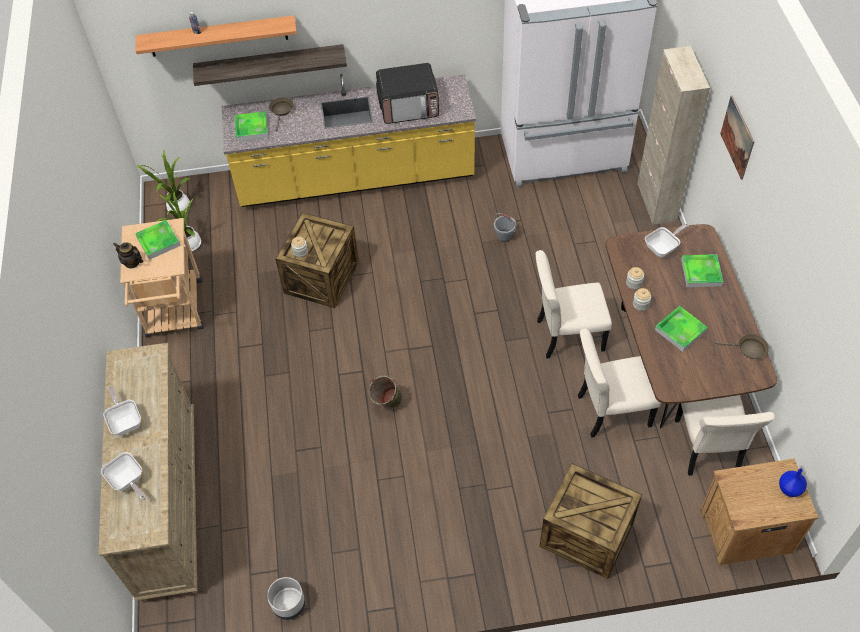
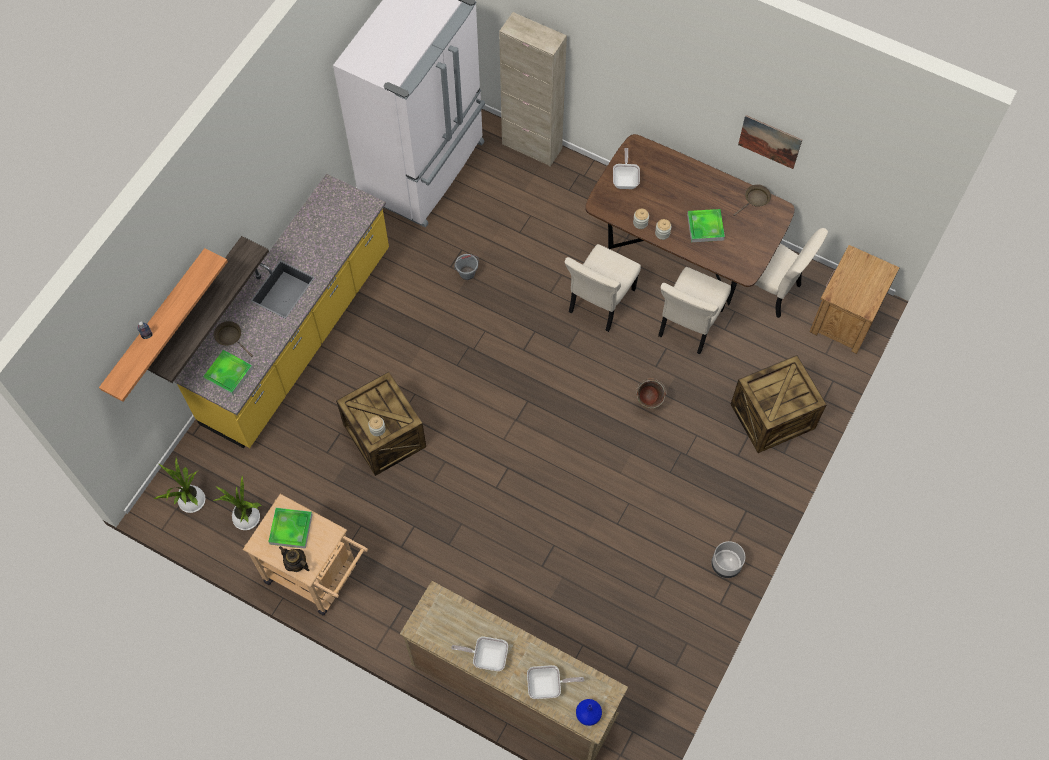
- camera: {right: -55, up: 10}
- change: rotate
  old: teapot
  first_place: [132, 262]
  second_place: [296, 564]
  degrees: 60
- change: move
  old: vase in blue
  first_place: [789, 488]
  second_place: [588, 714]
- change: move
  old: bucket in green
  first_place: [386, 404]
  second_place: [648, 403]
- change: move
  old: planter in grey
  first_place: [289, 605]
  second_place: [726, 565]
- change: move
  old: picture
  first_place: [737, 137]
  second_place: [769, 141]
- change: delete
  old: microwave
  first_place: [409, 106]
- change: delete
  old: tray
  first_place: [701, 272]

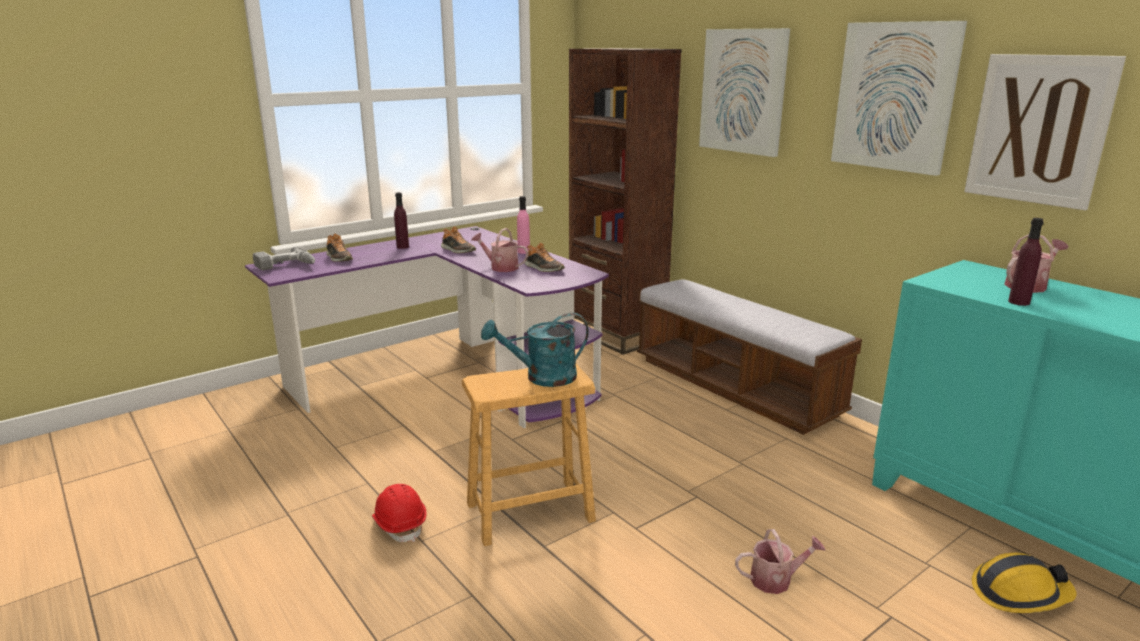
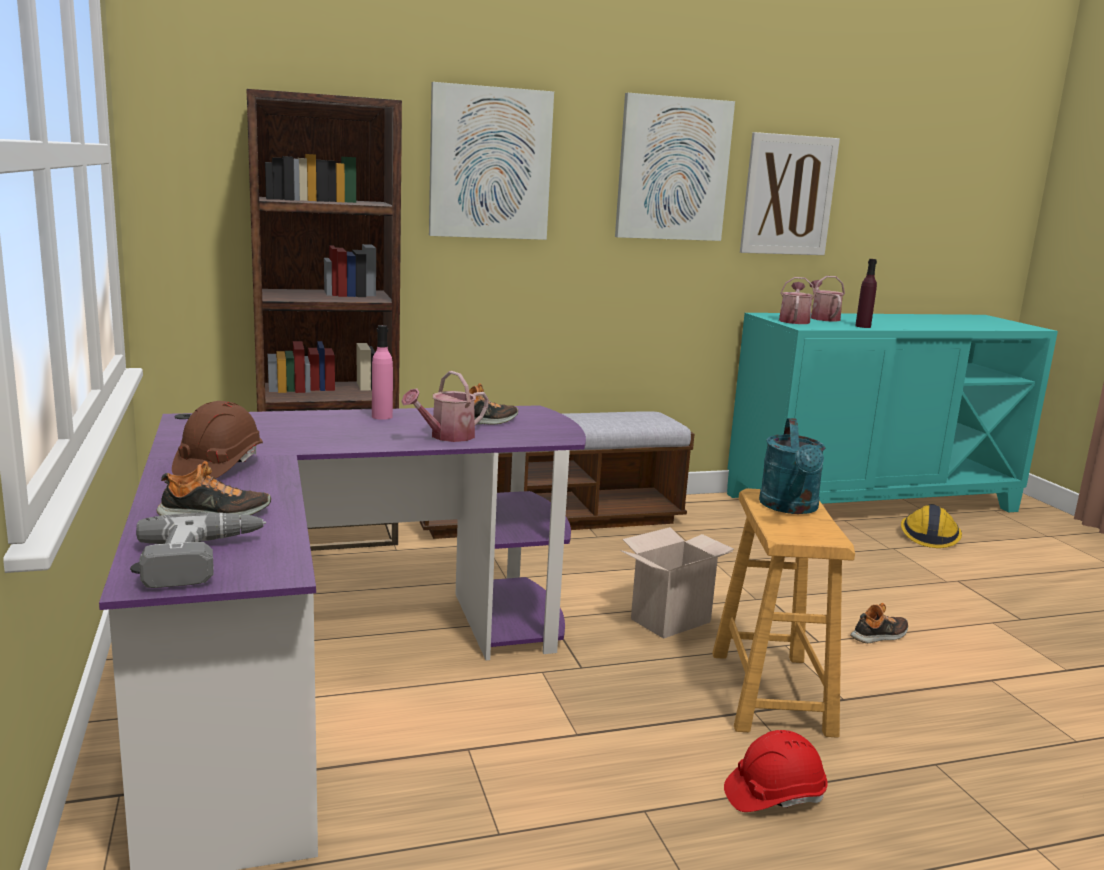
- camera: {right: -70, up: -5}
- change: replace
  old: bottle in purple
  new: hard hat in brown
  first_place: [402, 247]
  second_place: [218, 466]
- change: insert
  new: cardboard box
  second_place: [671, 619]
- change: move
  old: watering can
  first_place: [776, 579]
  second_place: [794, 321]
- change: move
  old: shoe
  first_place: [457, 250]
  second_place: [880, 635]

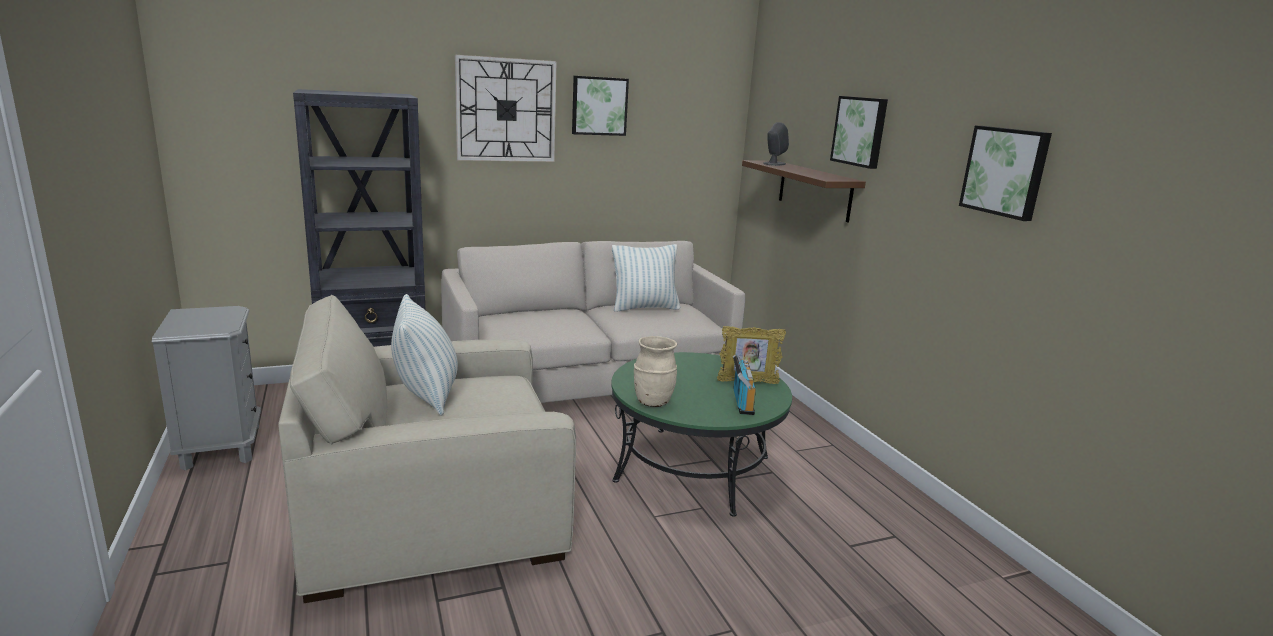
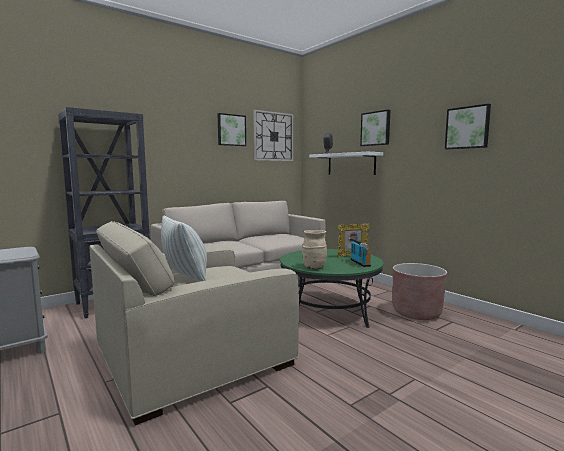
- camera: {right: -15, up: -10}
- change: move
  old: wall clock
  first_place: [506, 110]
  second_place: [273, 136]
- change: recolor
  old: shelf in brown
  new: shelf in white
  first_place: [814, 190]
  second_place: [351, 164]
- change: insert
  new: planter in brown
  second_place: [416, 313]
- change: delete
  old: pillow
  first_place: [644, 308]

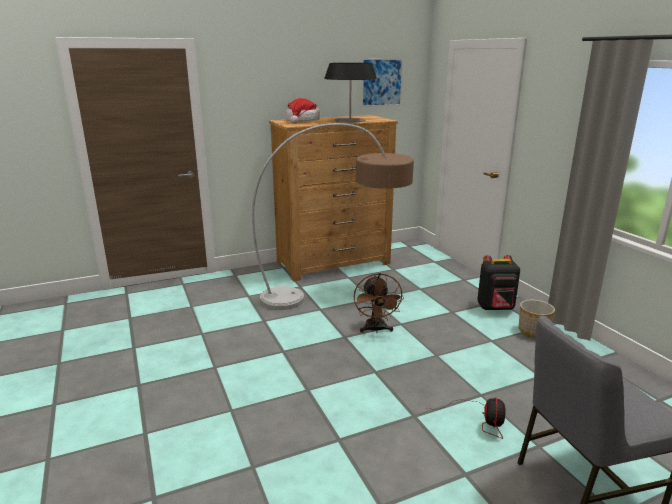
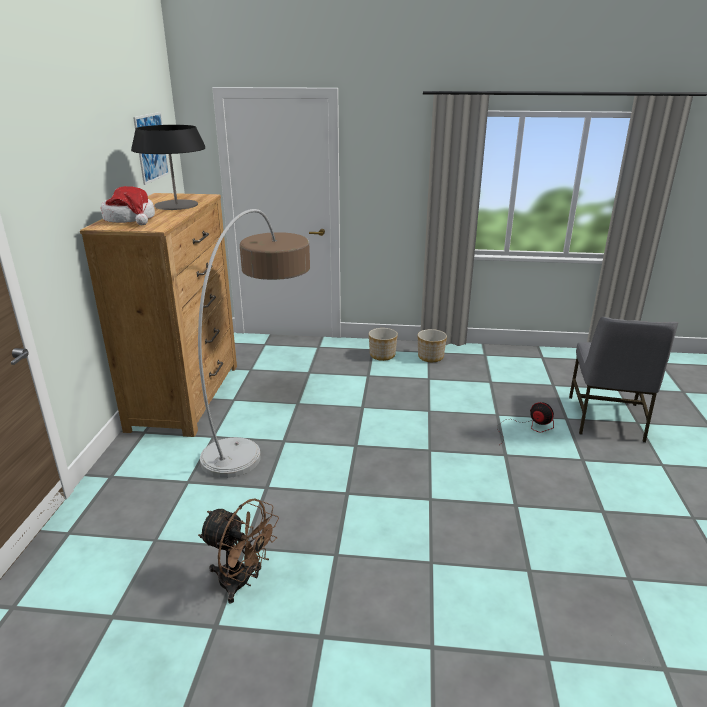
- camera: {right: -60, up: 5}
- change: move
  old: fan in brown
  first_place: [376, 330]
  second_place: [242, 582]
- change: replace
  old: backpack in black
  new: planter
  first_place: [496, 308]
  second_place: [382, 355]

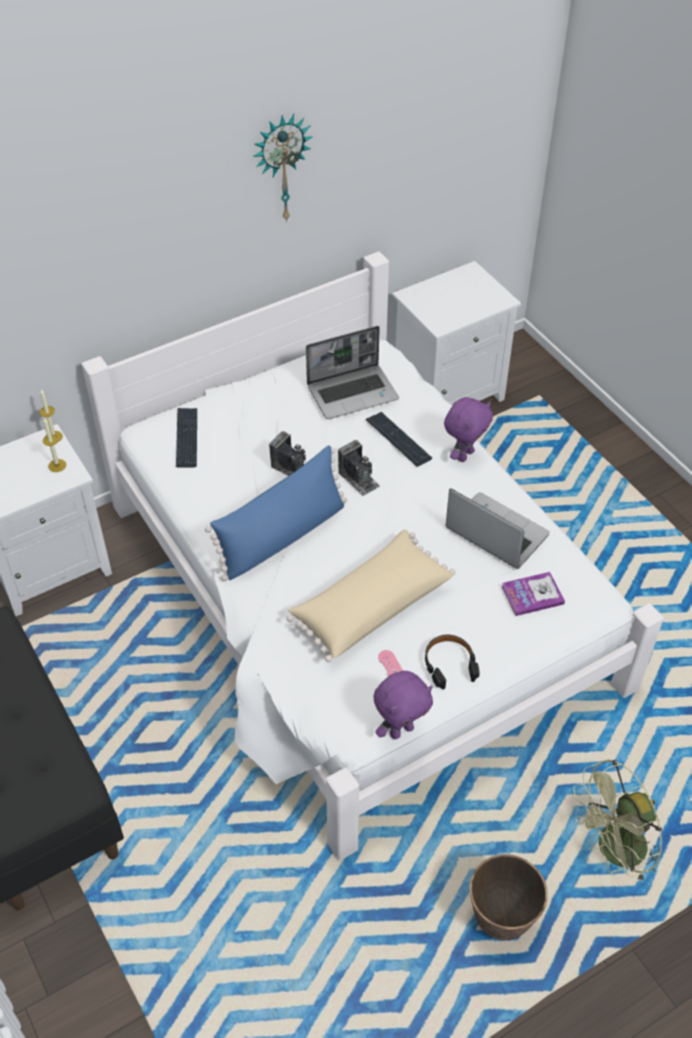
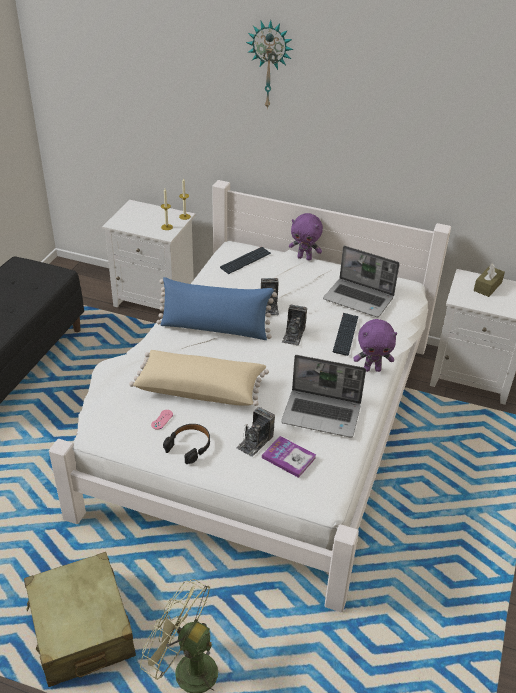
- camera: {right: 50, up: -10}
- change: replace
  old: planter
  new: suitcase in beige
  first_place: [501, 918]
  second_place: [81, 629]
- change: insert
  new: photo camera
  second_place: [255, 442]
- change: move
  old: wall clock
  first_place: [281, 167]
  second_place: [270, 64]
- change: rotate
  old: laptop
  first_place: [495, 532]
  second_place: [322, 414]
  degrees: 105
- change: move
  old: plush toy in purple
  first_place: [401, 730]
  second_place: [304, 258]
- change: insert
  new: tissue box in brown
  second_place: [487, 287]

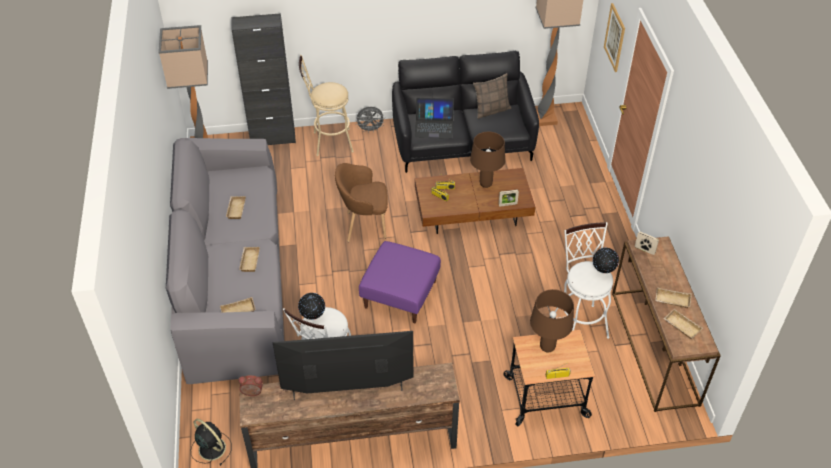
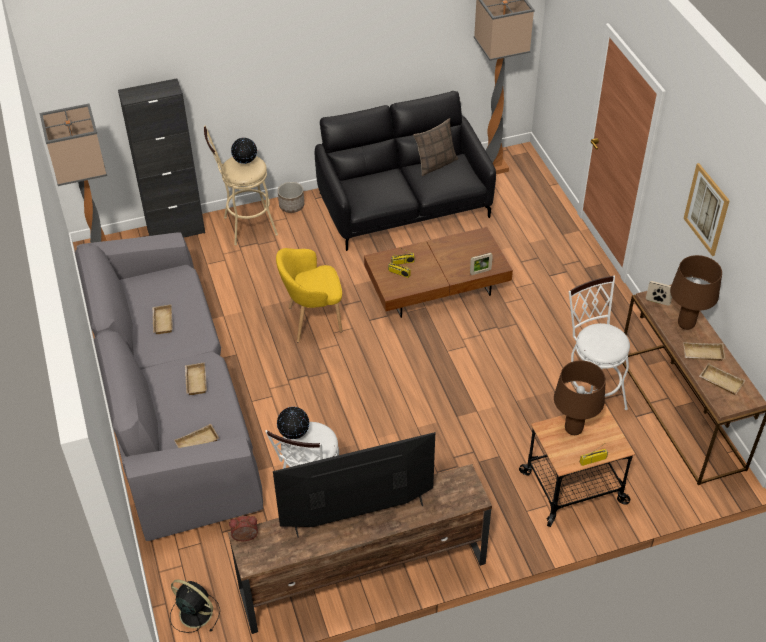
- camera: {right: -10, up: 0}
- change: move
  old: globe
  first_place: [603, 271]
  second_place: [245, 163]
- change: recolor
  old: armchair in brown
  new: armchair in yellow
  first_place: [364, 226]
  second_place: [312, 321]
- change: replace
  old: fan in grey
  new: planter
  first_place: [370, 130]
  second_place: [292, 205]
- change: move
  old: table lamp in brown
  first_place: [485, 184]
  second_place: [685, 324]
- change: move
  old: picture
  first_place: [614, 37]
  second_place: [706, 209]
- change: delete
  old: ottoman in purple
  first_place: [400, 295]
- change: delete
  old: laptop
  first_place: [434, 126]

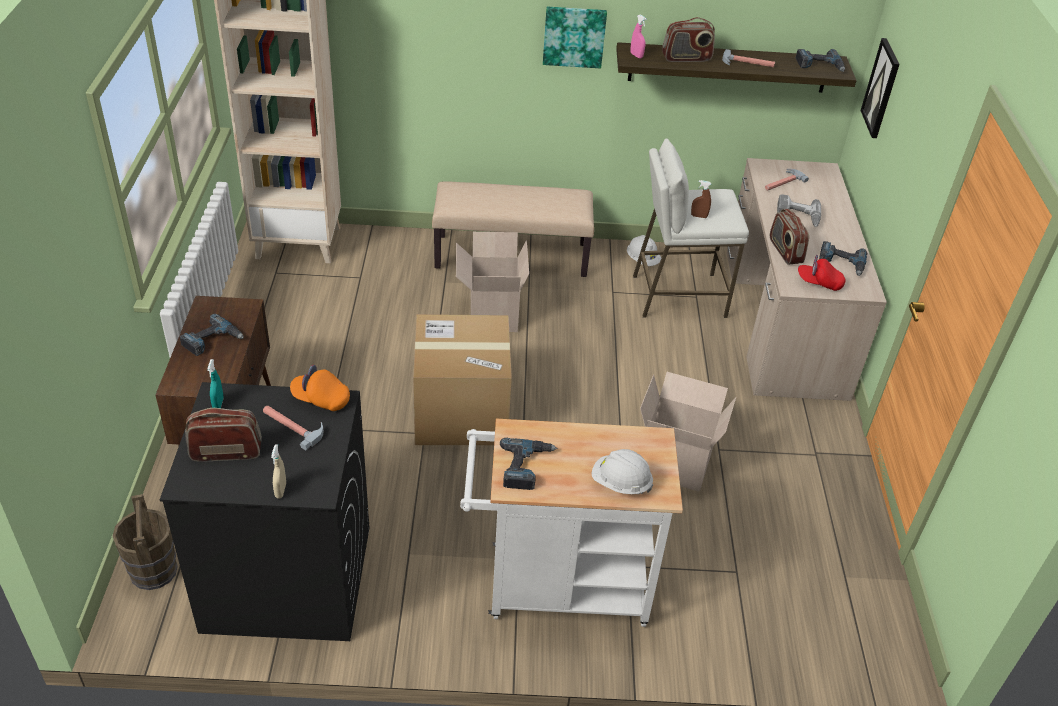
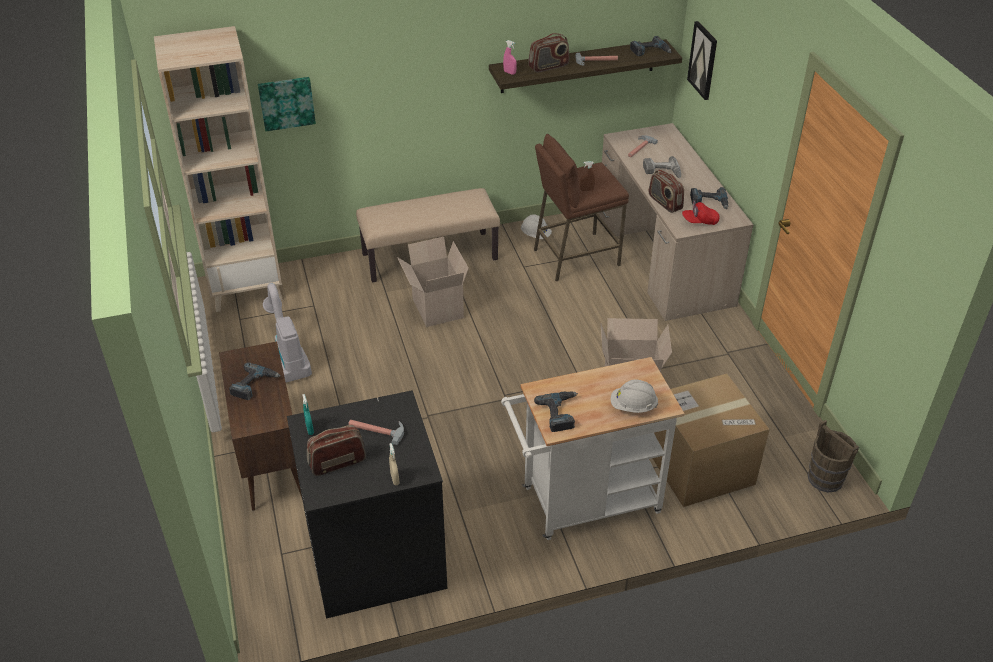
- camera: {right: -15, up: 0}
- change: move
  old: picture
  first_place: [574, 36]
  second_place: [286, 102]
- change: insert
  new: vacuum cleaner
  second_place: [287, 356]
- change: recolor
  old: stool in white
  new: stool in brown
  first_place: [678, 296]
  second_place: [575, 257]
- change: move
  old: cardboard box
  first_place: [461, 412]
  second_place: [700, 466]
- change: move
  old: bucket in brown
  first_place: [153, 571]
  second_place: [825, 479]
- change: delete
  old: cap in orange
  first_place: [321, 399]

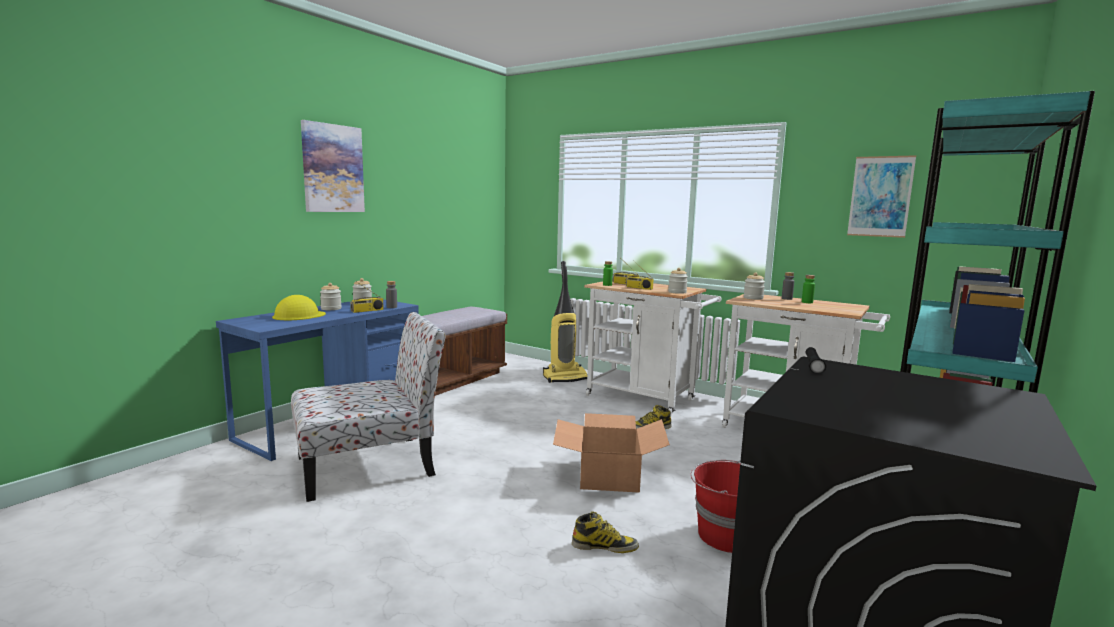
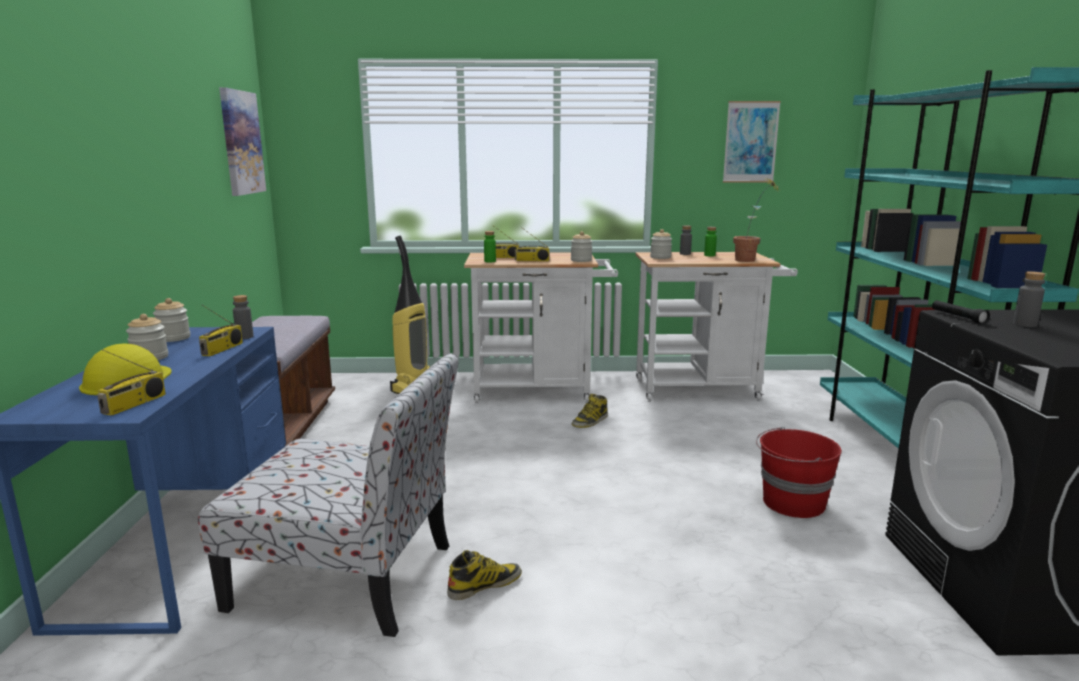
- camera: {right: -35, up: 5}
- change: insert
  new: radio
  second_place: [134, 404]
- change: rotate
  old: chair
  first_place: [369, 466]
  second_place: [348, 577]
  degrees: 75
- change: move
  old: picture
  first_place: [332, 168]
  second_place: [241, 142]
- change: move
  old: boot
  first_place: [605, 546]
  second_place: [484, 585]
- change: insert
  new: potted plant
  second_place: [751, 261]
- change: insert
  new: bottle in grey
  second_place: [1025, 324]
- change: delete
  old: cardboard box
  first_place: [608, 475]

